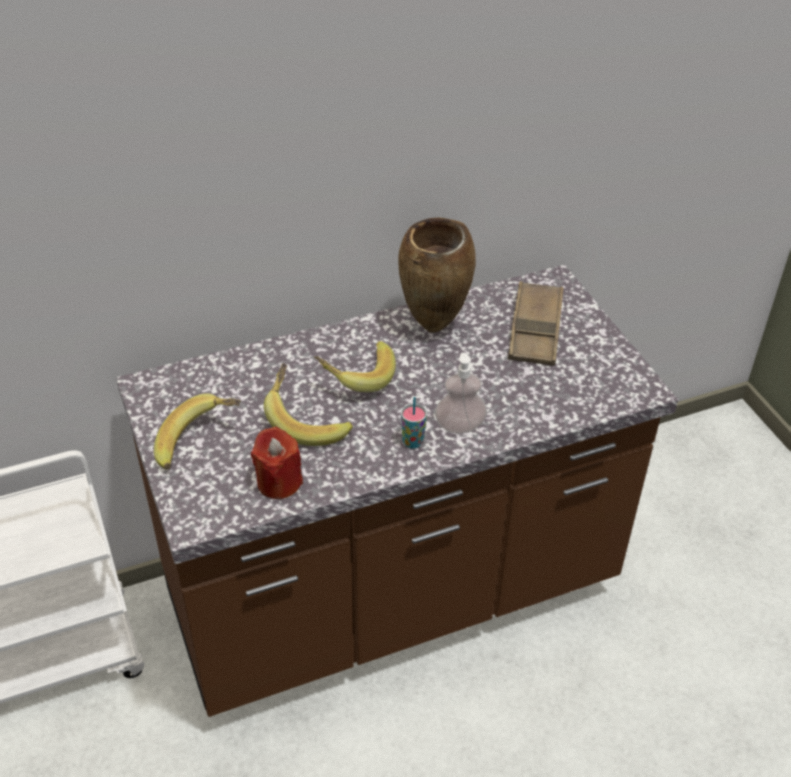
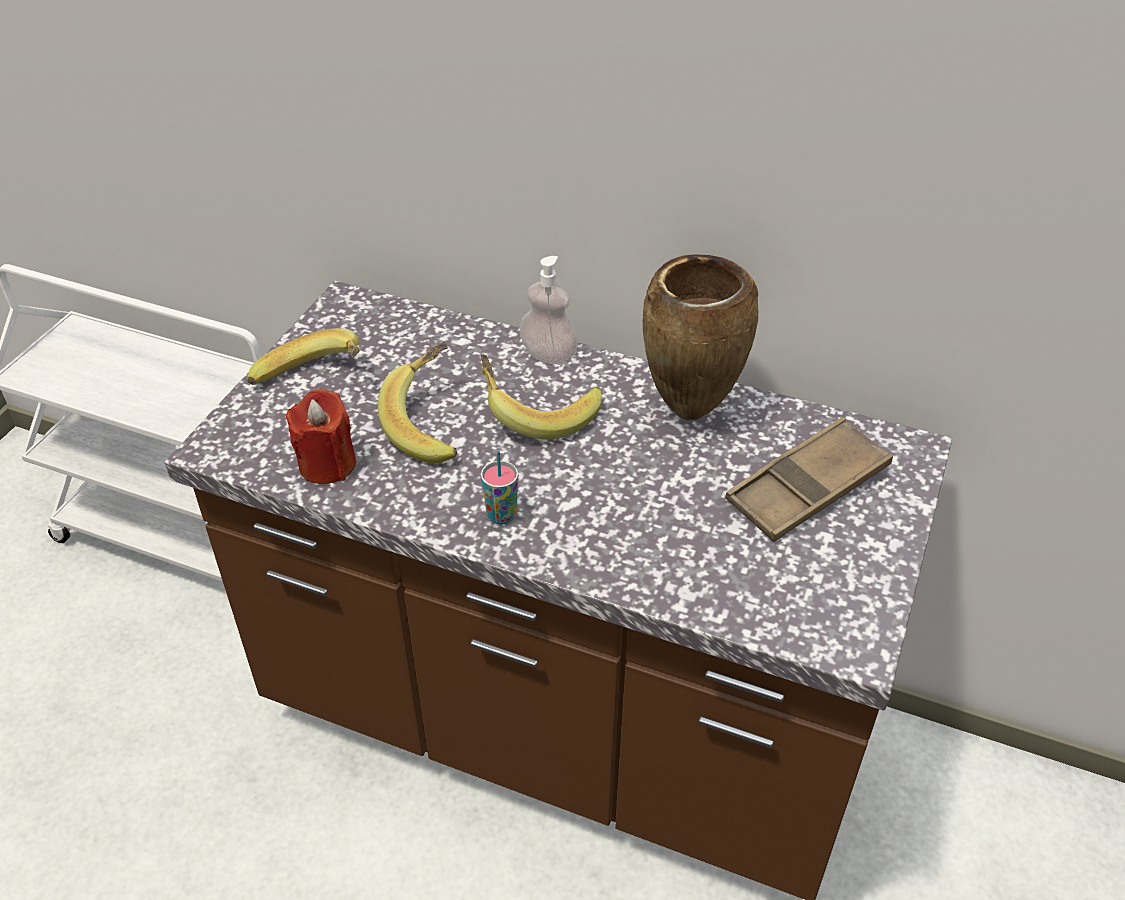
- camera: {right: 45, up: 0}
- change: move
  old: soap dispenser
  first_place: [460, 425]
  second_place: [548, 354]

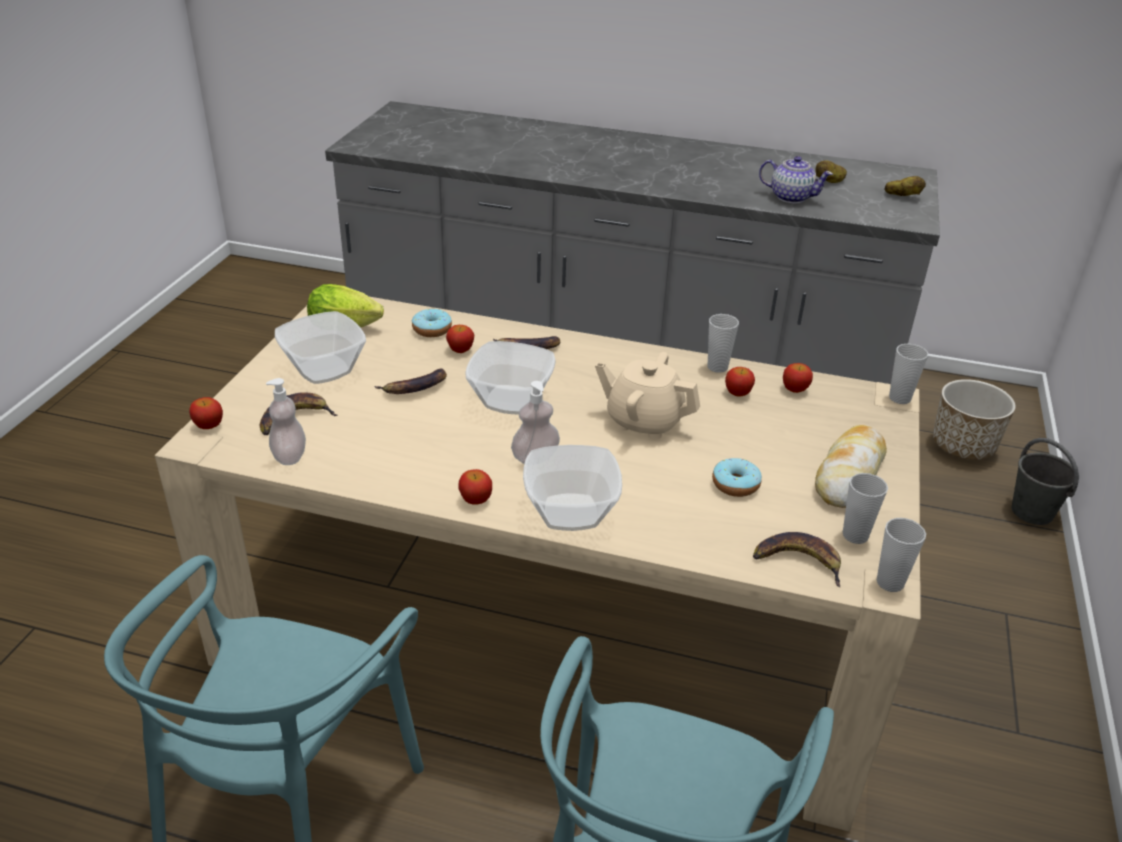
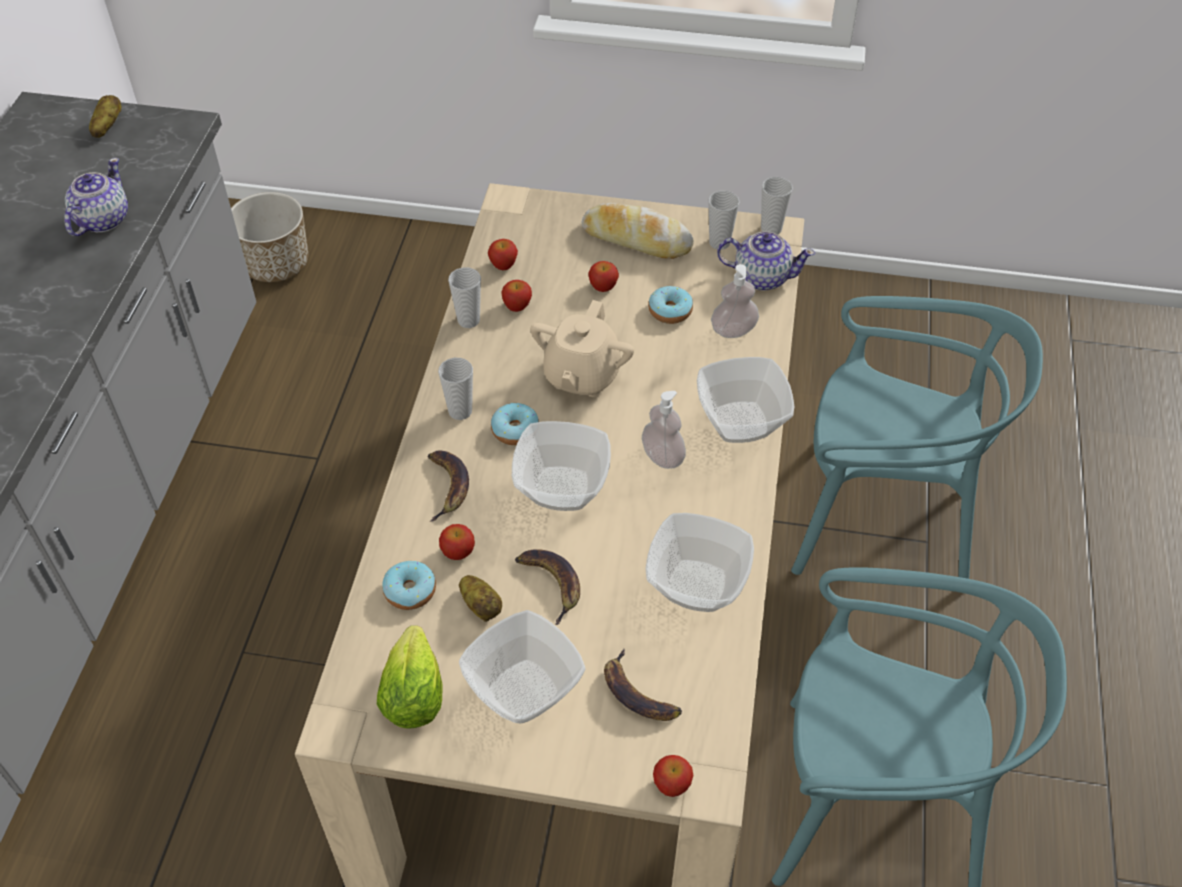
- camera: {right: -95, up: 15}
- change: move
  old: cup
  first_place: [899, 398]
  second_place: [460, 411]
- change: move
  old: potato
  first_place: [829, 181]
  second_place: [481, 605]
- change: insert
  new: donut
  second_place: [515, 430]
- change: move
  old: apple
  first_place: [475, 500]
  second_place: [603, 287]
- change: insert
  new: bowl
  second_place: [695, 586]
- change: move
  old: soap dispenser
  first_place: [289, 456]
  second_place: [733, 330]
- change: replace
  old: banana
  new: teapot
  first_place: [798, 561]
  second_place: [761, 277]
- change: delete
  old: bucket in grey
  first_place: [1032, 512]

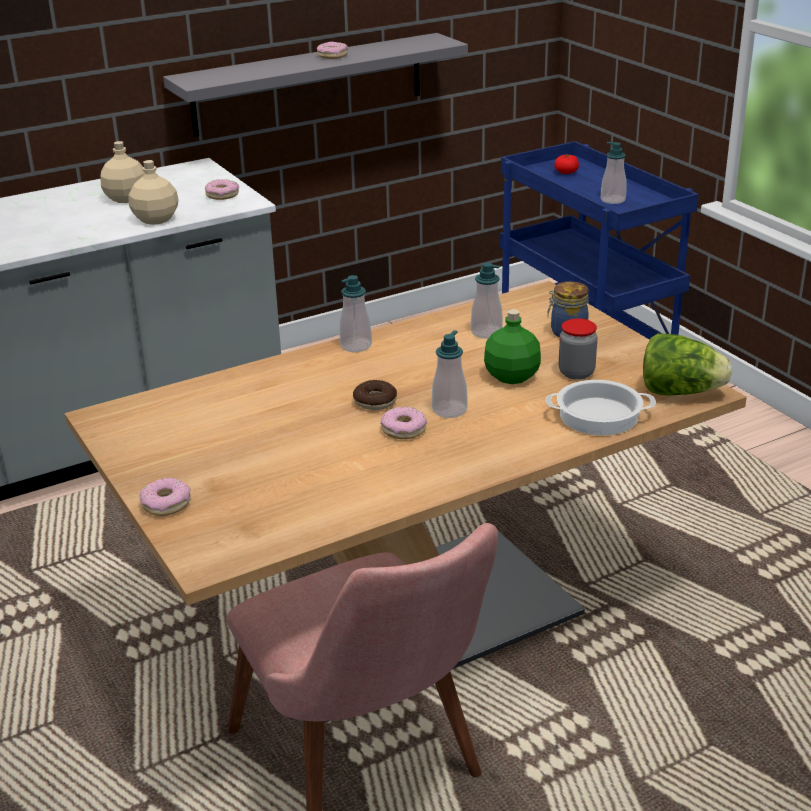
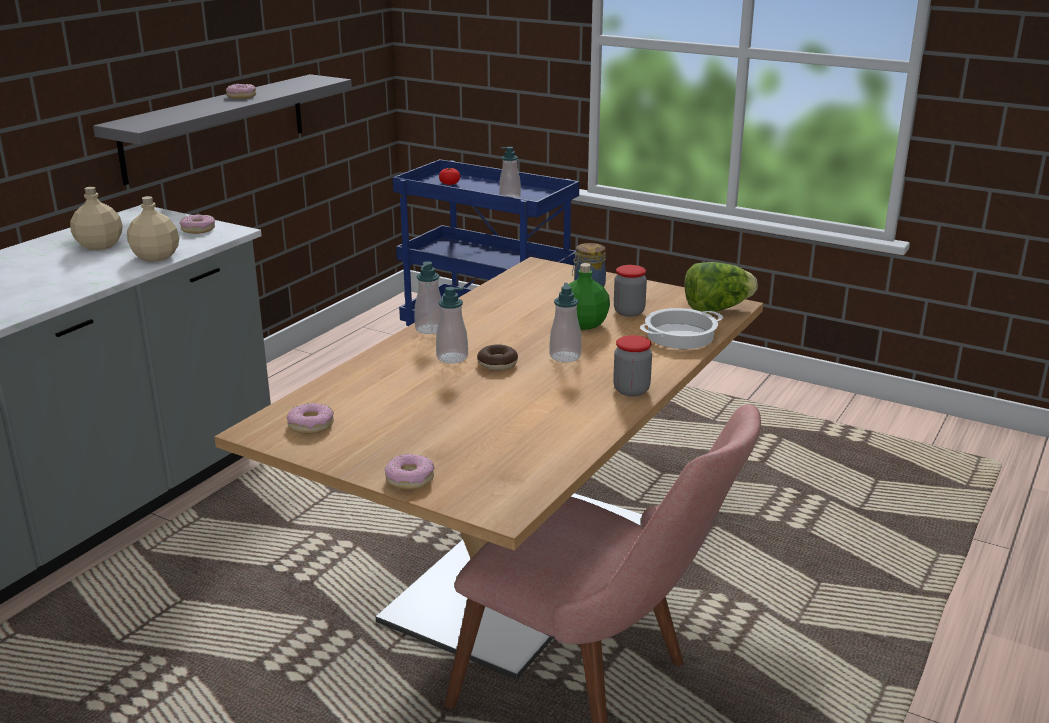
- camera: {right: -30, up: -5}
- change: move
  old: donut
  first_place: [403, 429]
  second_place: [311, 425]
- change: move
  old: soap dispenser
  first_place: [486, 332]
  second_place: [452, 357]
- change: insert
  new: jar
  second_place: [631, 390]

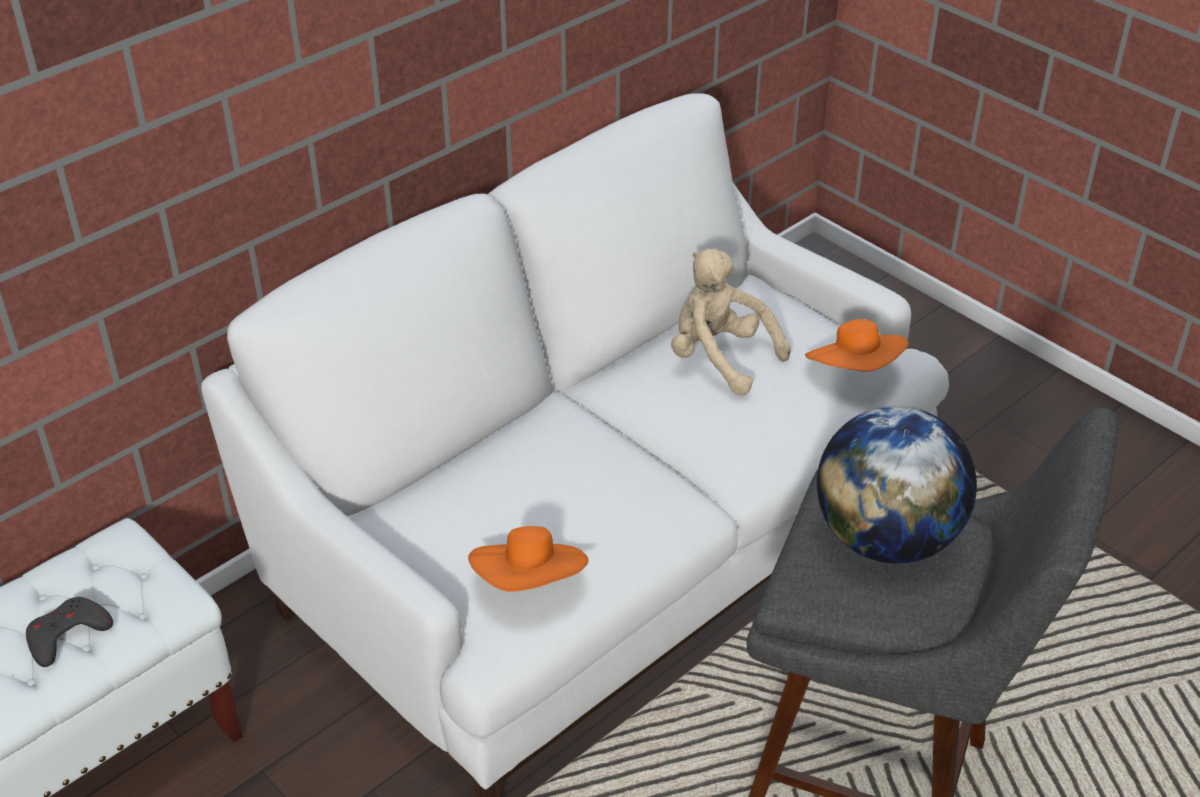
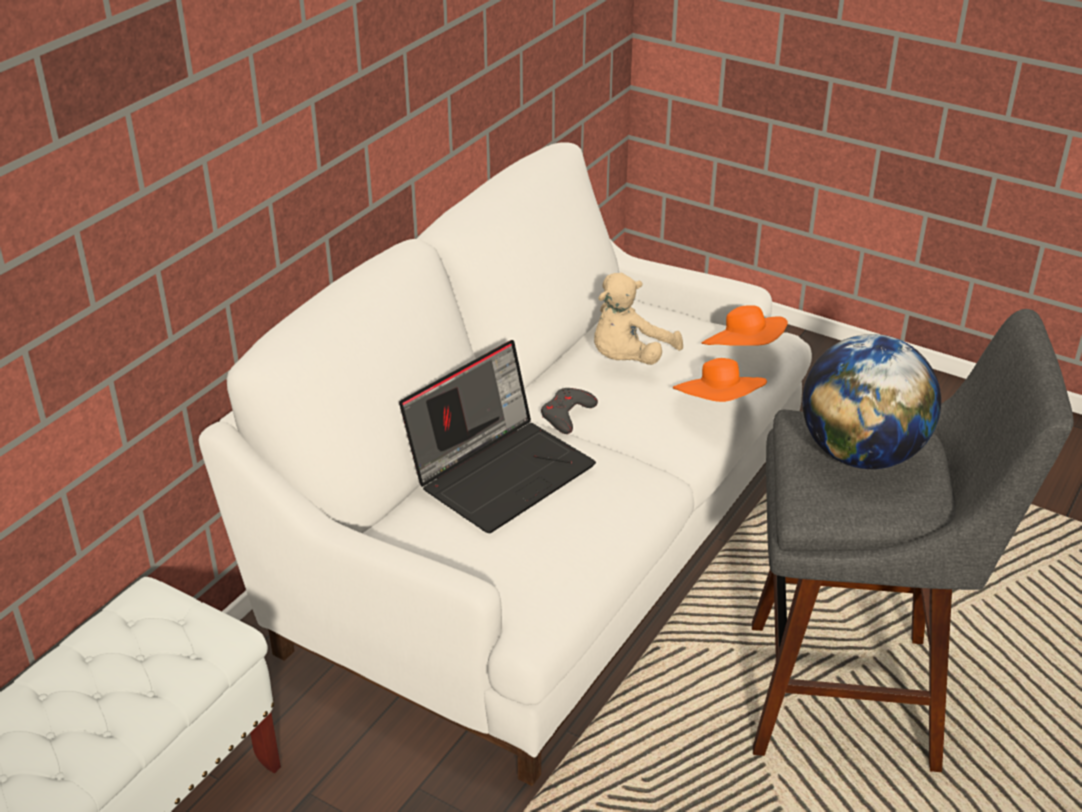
- camera: {right: -15, up: -5}
- change: insert
  new: laptop
  second_place: [501, 471]
- change: move
  old: game controller in grey
  first_place: [67, 635]
  second_place: [567, 415]
- change: rotate
  old: plush toy in beige
  first_place: [719, 358]
  second_place: [628, 359]
  degrees: -75
- change: move
  old: hat in orange
  first_place: [530, 582]
  second_place: [719, 406]

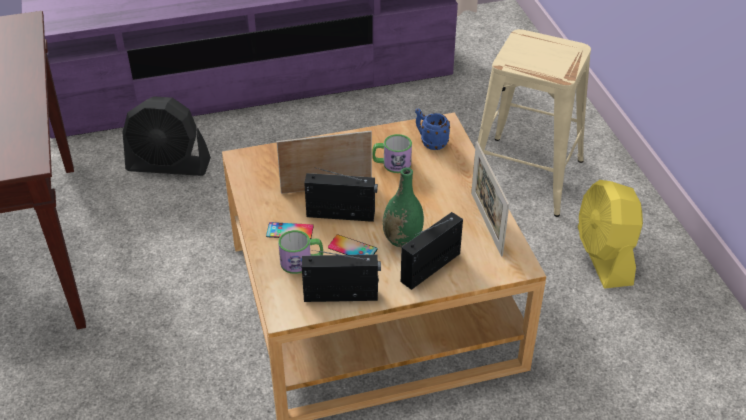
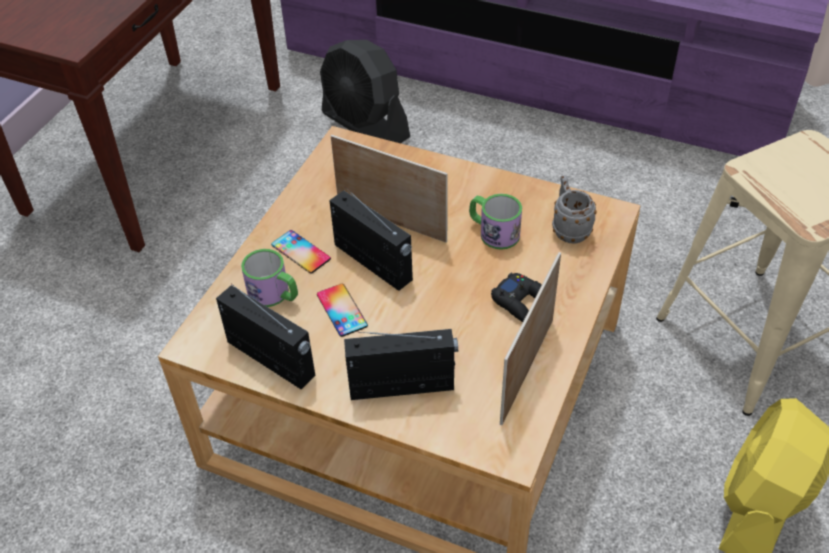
- camera: {right: 40, up: 5}
- change: insert
  new: game controller in black
  second_place: [520, 301]
- change: recolor
  old: mug in blue
  new: mug in grey
  first_place: [430, 142]
  second_place: [568, 228]
- change: delete
  old: vase in green
  first_place: [402, 240]

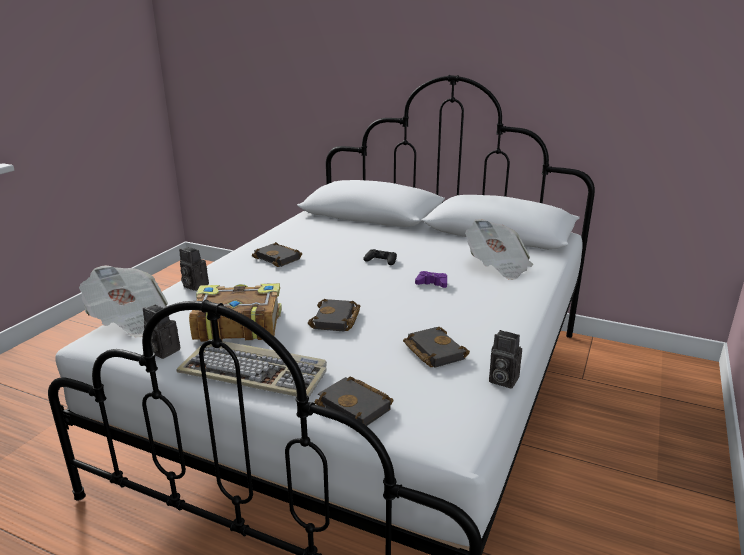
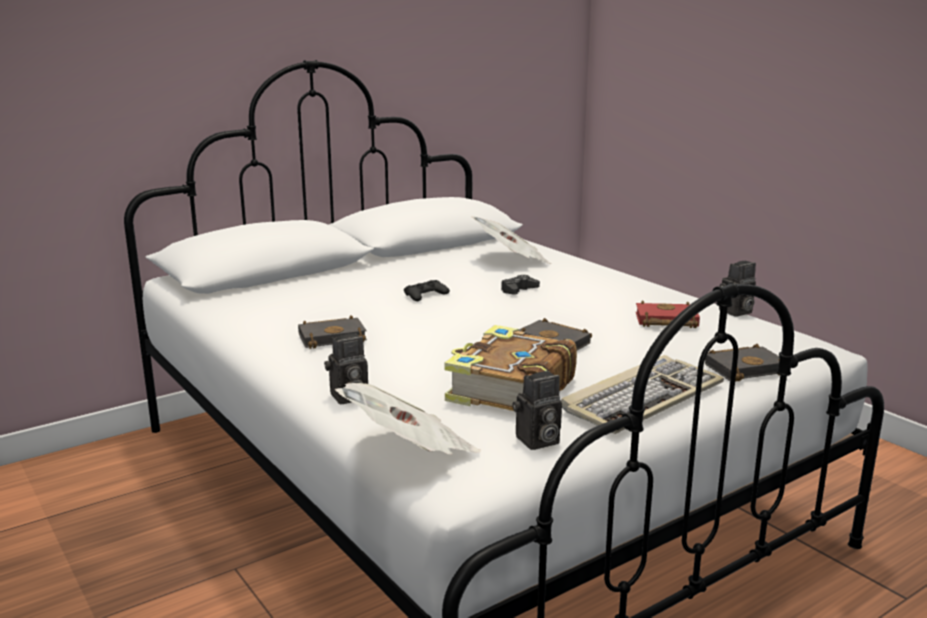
- camera: {right: -60, up: -5}
- change: recolor
  old: game controller in purple
  new: game controller in black
  first_place: [432, 283]
  second_place: [518, 290]
- change: recolor
  old: book in black
  new: book in red
  first_place: [432, 351]
  second_place: [665, 321]

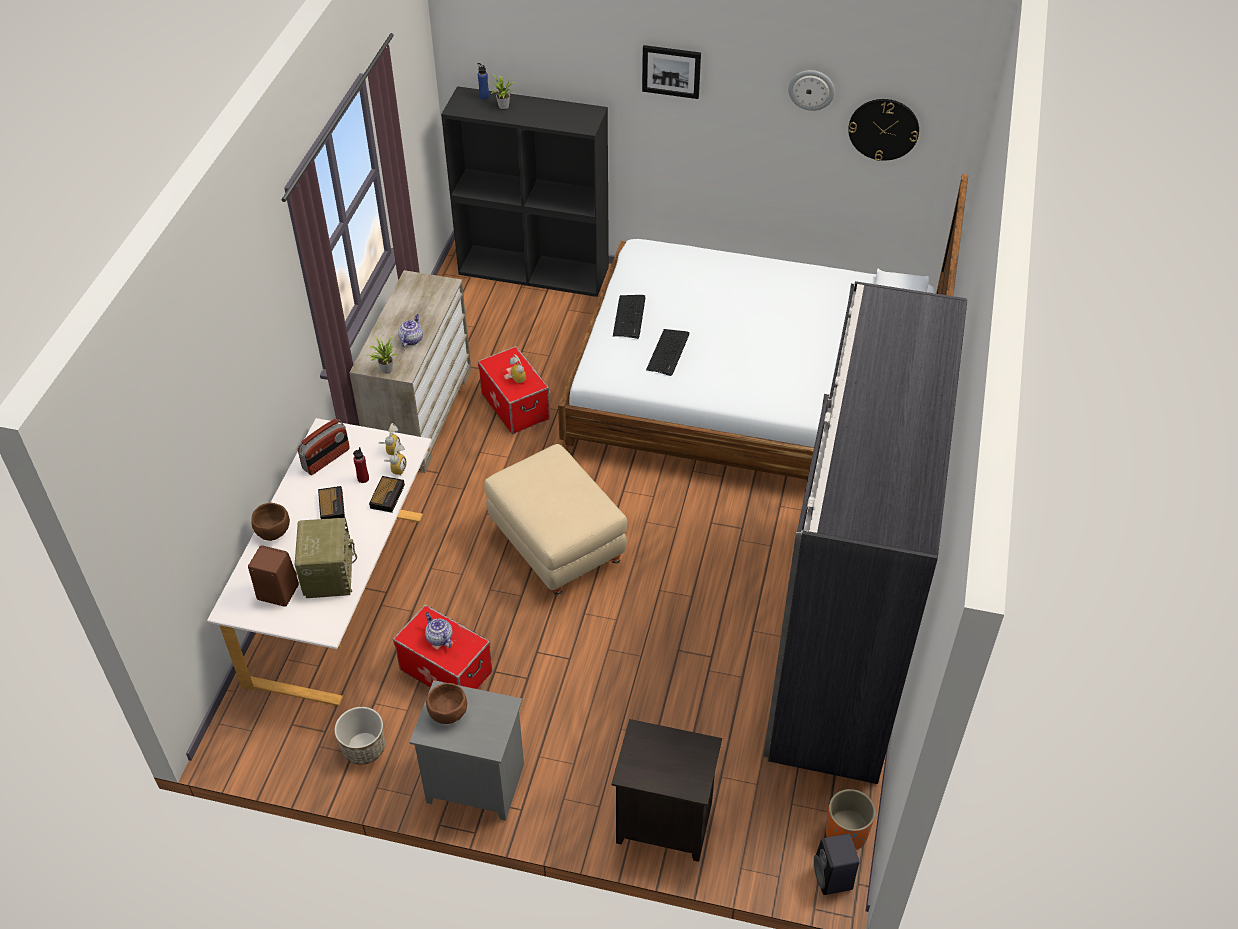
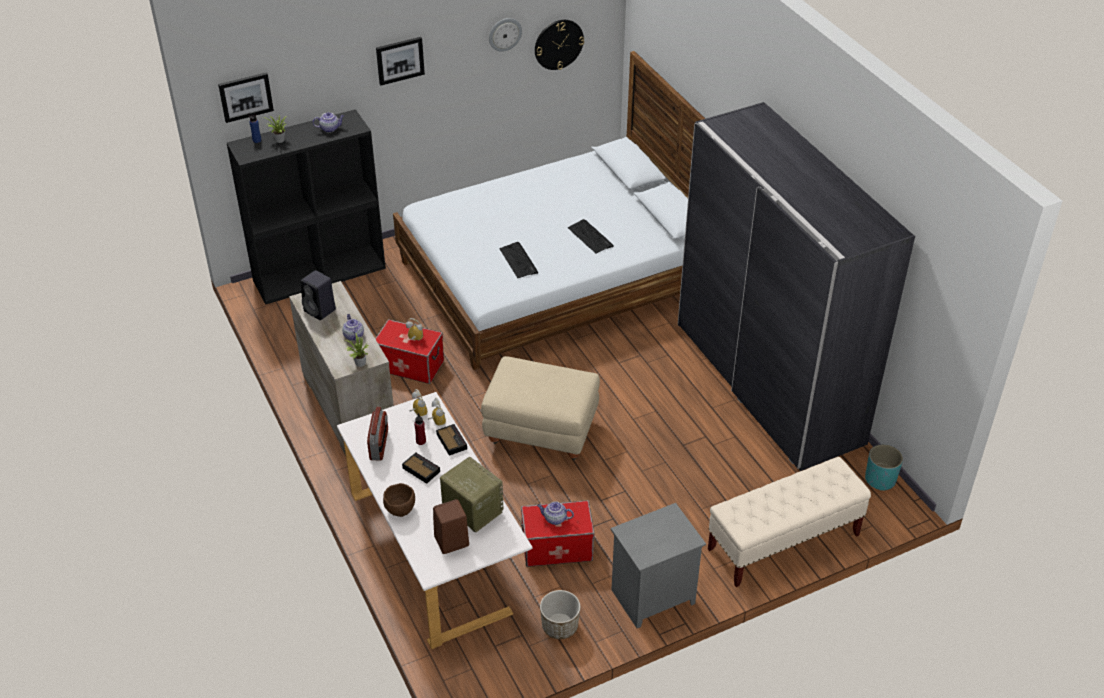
- camera: {right: -40, up: -5}
- change: insert
  new: picture
  second_place: [245, 96]
- change: move
  old: speaker in black
  first_place: [833, 878]
  second_place: [320, 311]
- change: insert
  new: teapot
  second_place: [330, 128]
- change: move
  old: keyboard
  first_place: [629, 317]
  second_place: [590, 237]
- change: replace
  old: nightstand in black
  new: bench in beige
  first_place: [662, 824]
  second_place: [783, 542]
- change: recolor
  old: planter in orange
  new: planter in turquoise
  first_place: [846, 833]
  second_place: [880, 479]
- change: delete
  old: bowl in brown
  first_place: [448, 714]

